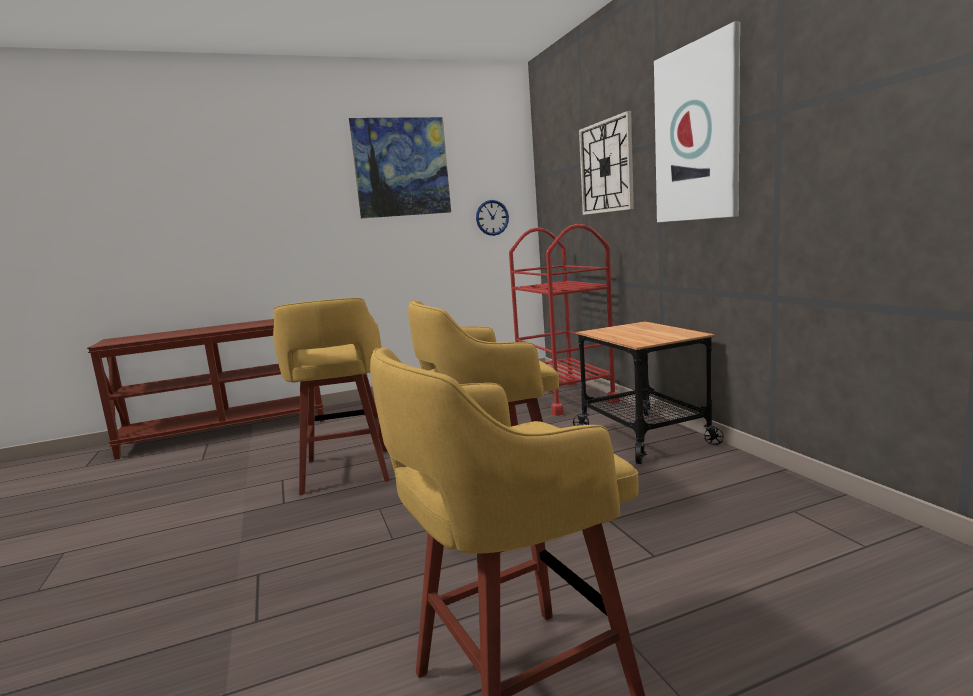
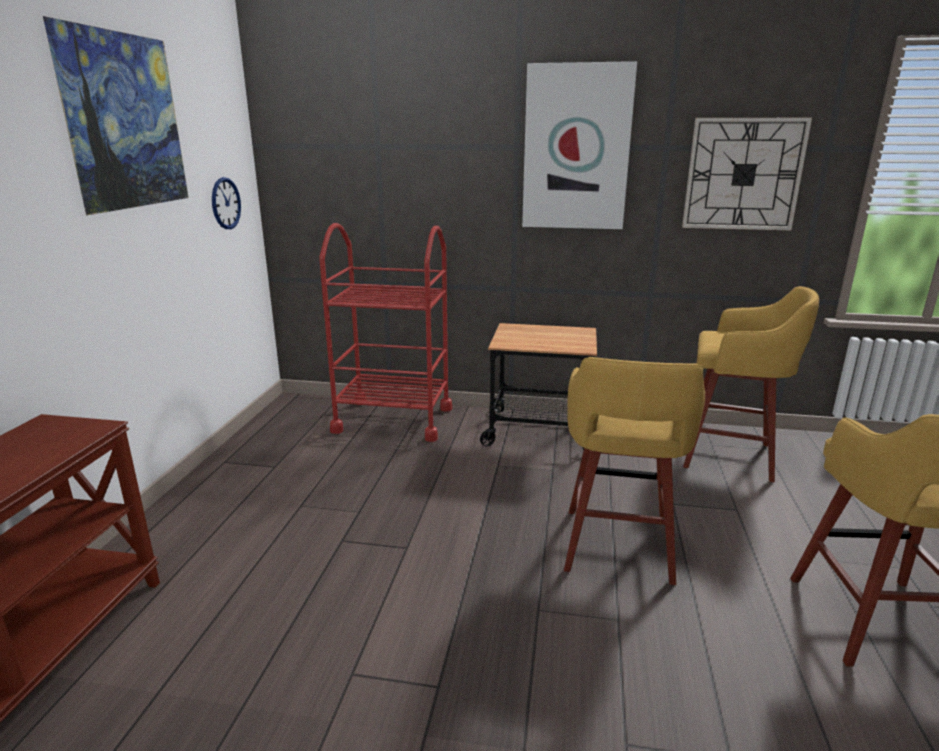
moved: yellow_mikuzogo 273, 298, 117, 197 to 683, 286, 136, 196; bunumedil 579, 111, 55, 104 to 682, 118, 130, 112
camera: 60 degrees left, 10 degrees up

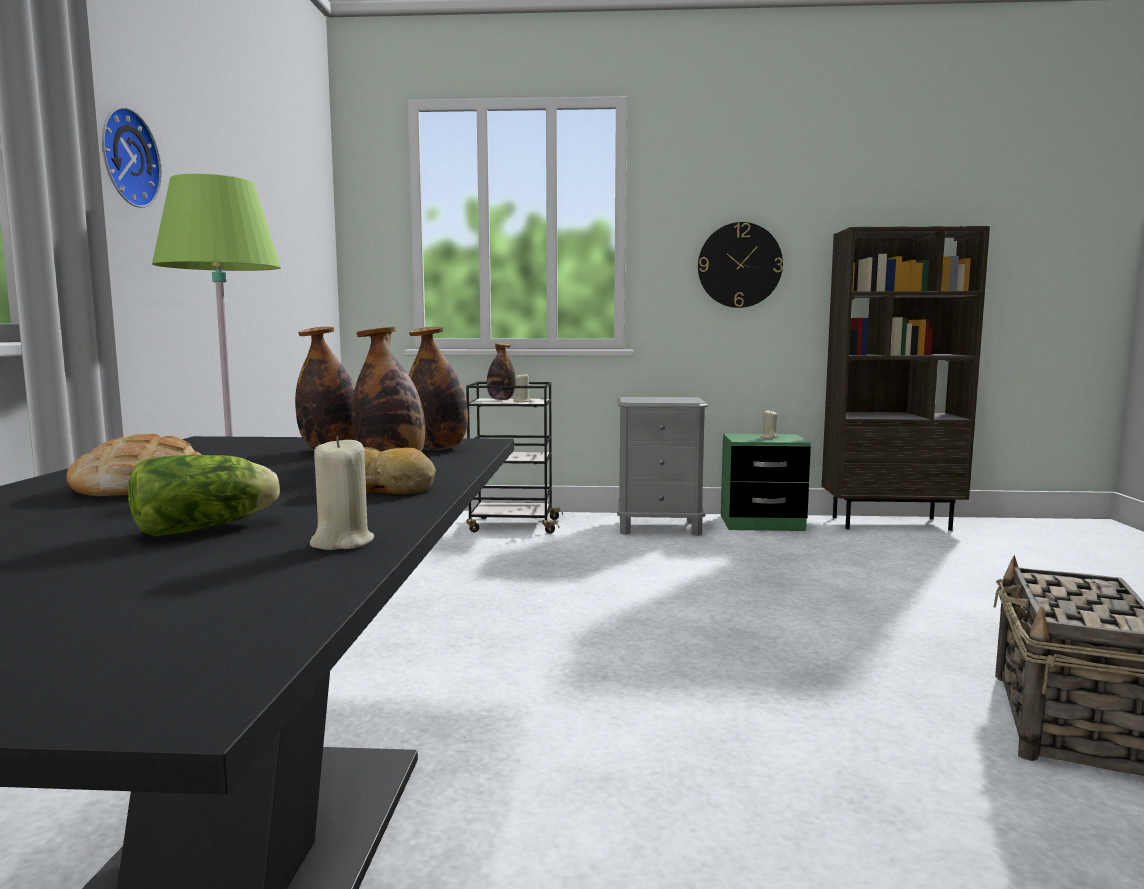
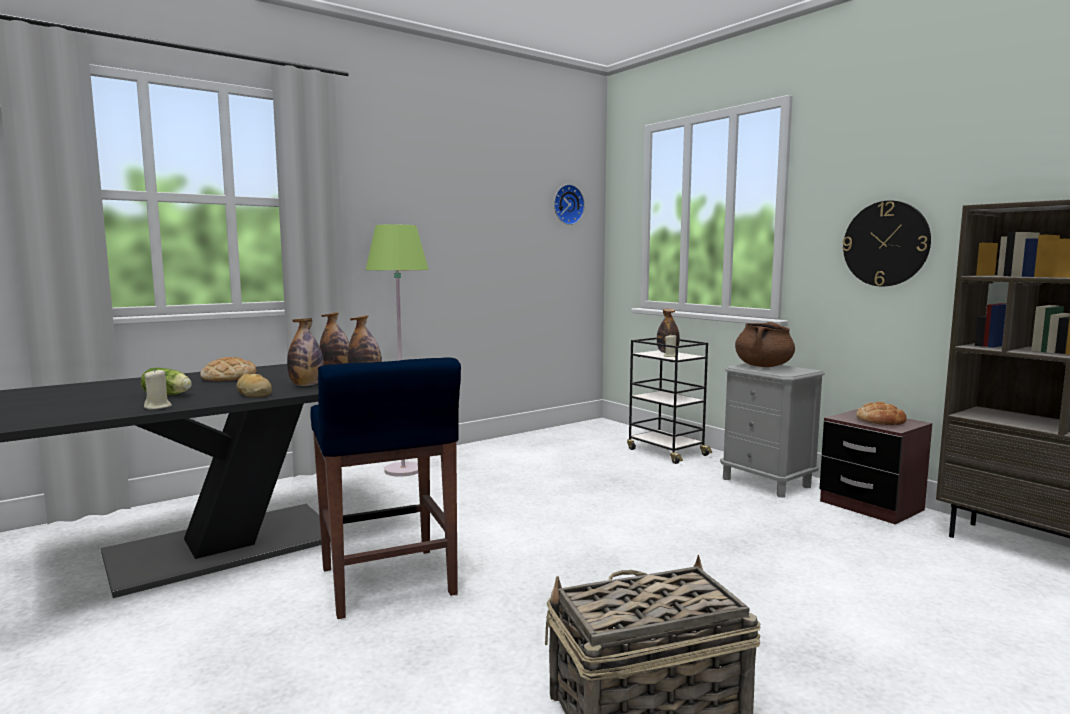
added: blue_mikuzogo 310, 357, 151, 262; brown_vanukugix 735, 322, 60, 45
moved: bunumedil 102, 106, 60, 102 to 554, 184, 31, 41
replaced: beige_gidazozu 760, 410, 19, 28 to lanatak 856, 402, 51, 23
recoloured: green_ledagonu 721, 433, 90, 98 to brown_ledagonu 820, 409, 112, 115
camera: 50 degrees right, 0 degrees up

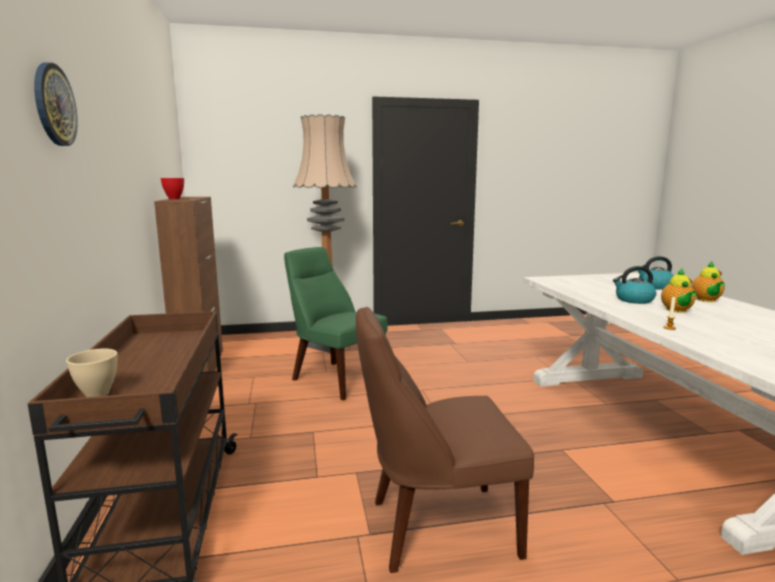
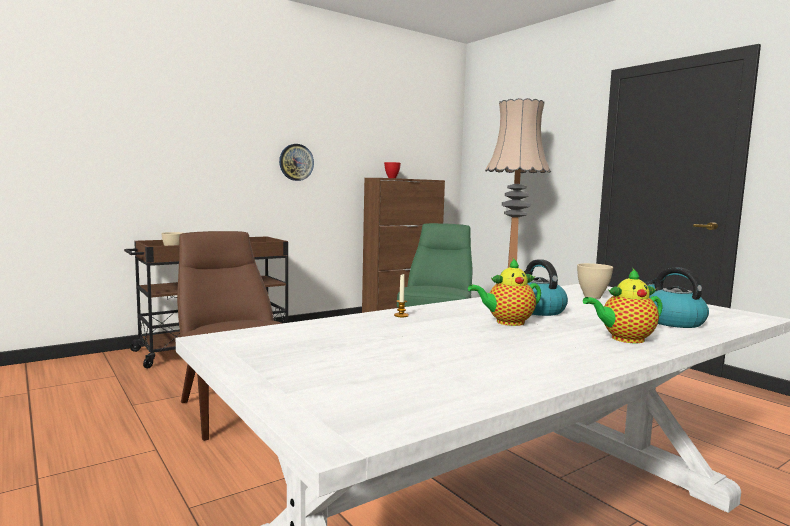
added: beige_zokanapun 577, 263, 36, 36
moved: bunumedil 34, 63, 44, 83 to 279, 144, 35, 37
camera: 65 degrees right, 5 degrees down

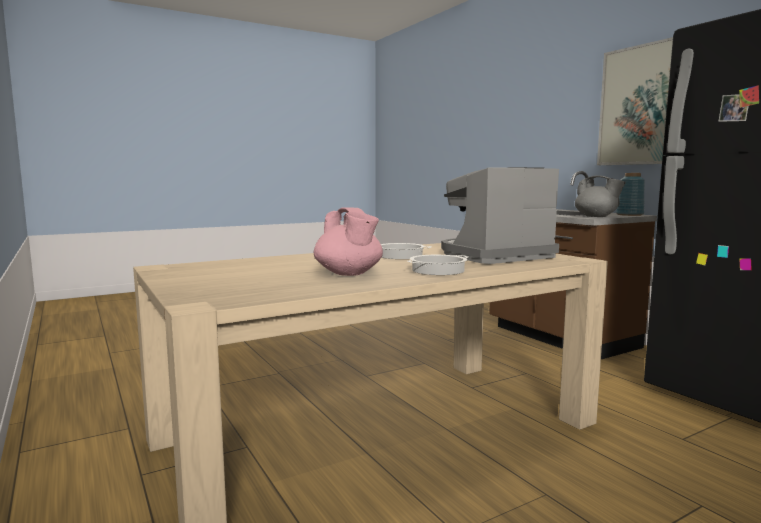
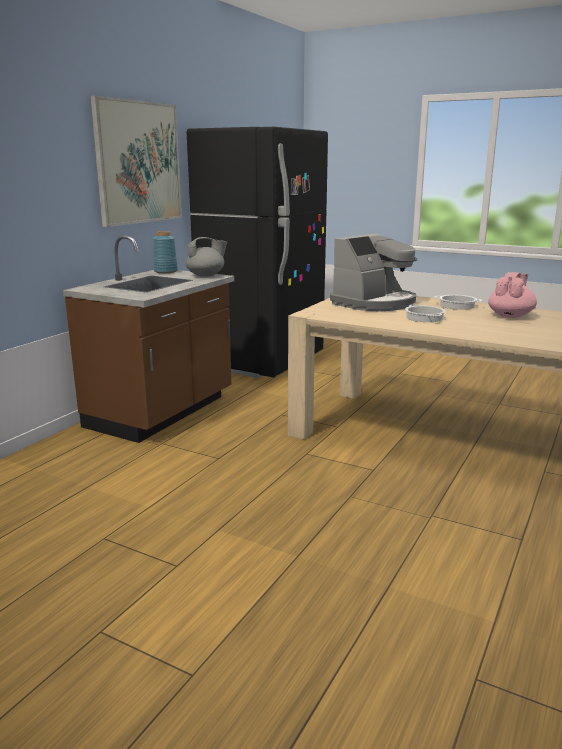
turned: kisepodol 441, 167, 118, 97 = 330, 233, 87, 78 75 degrees counterclockwise; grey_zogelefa 575, 176, 51, 41 = 185, 237, 42, 40 60 degrees clockwise
camera: 120 degrees left, 10 degrees up

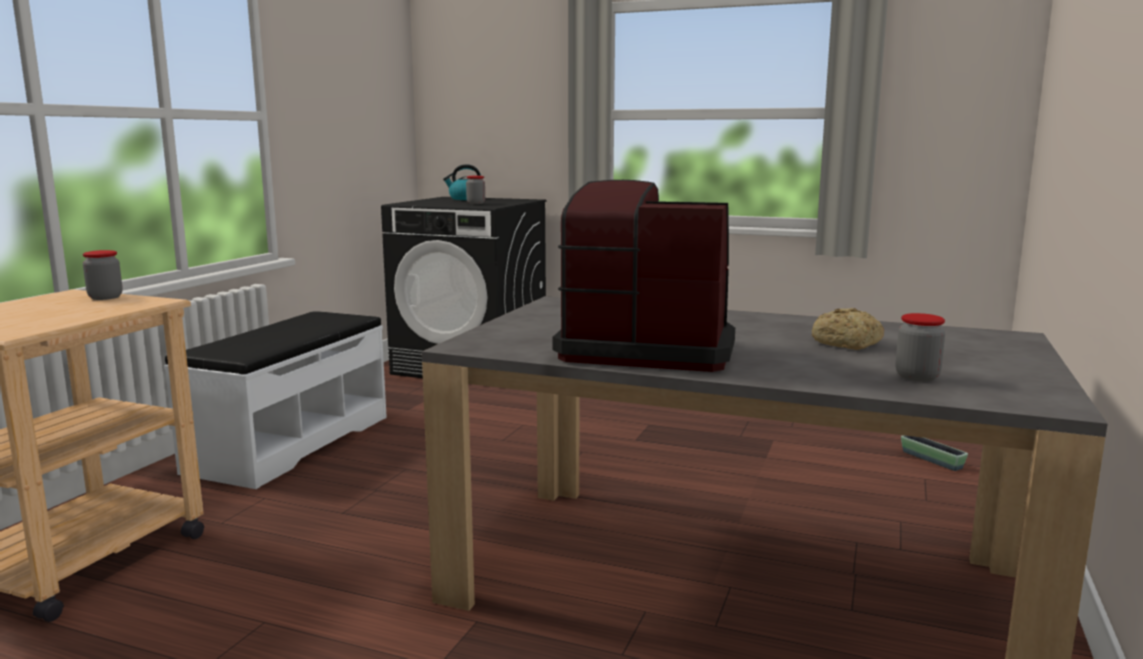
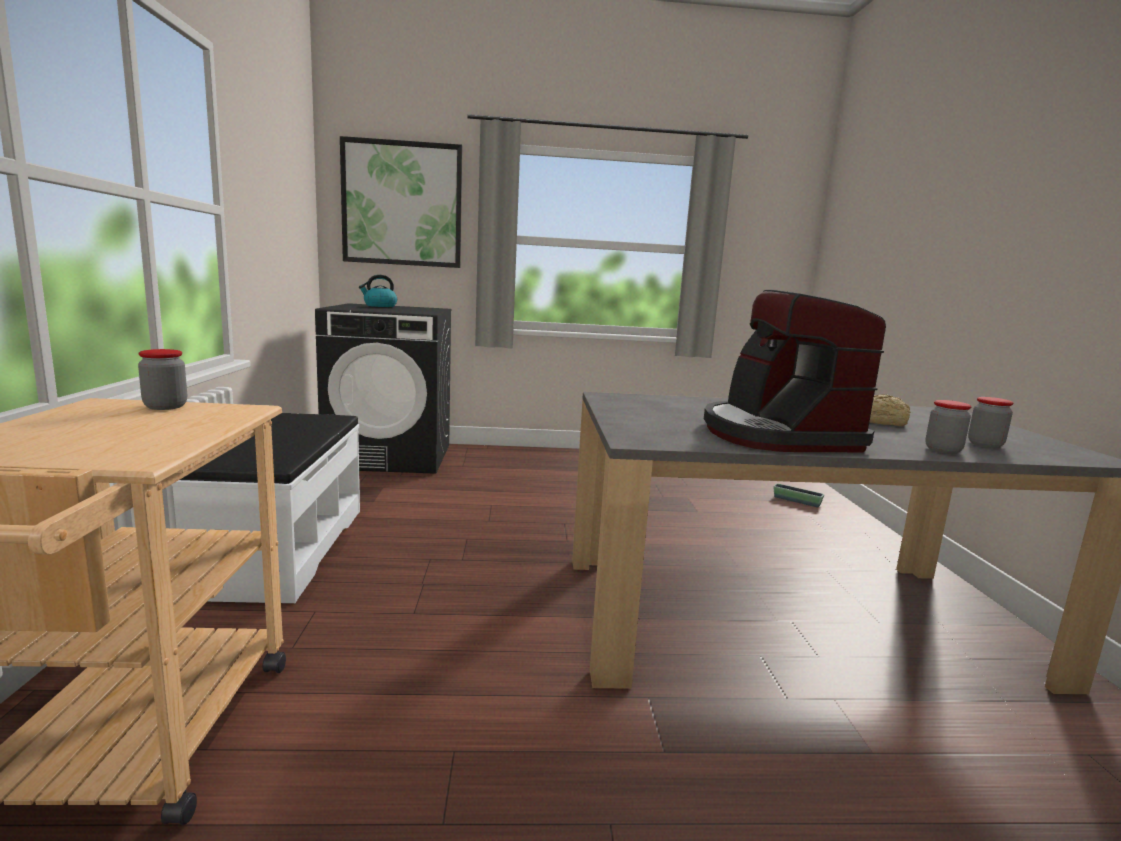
added: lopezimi 340, 136, 123, 132
moved: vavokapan 466, 176, 19, 28 to 925, 400, 47, 54
turned: kisepodol 553, 180, 182, 192 = 704, 290, 182, 162 90 degrees counterclockwise
camera: 25 degrees left, 0 degrees up

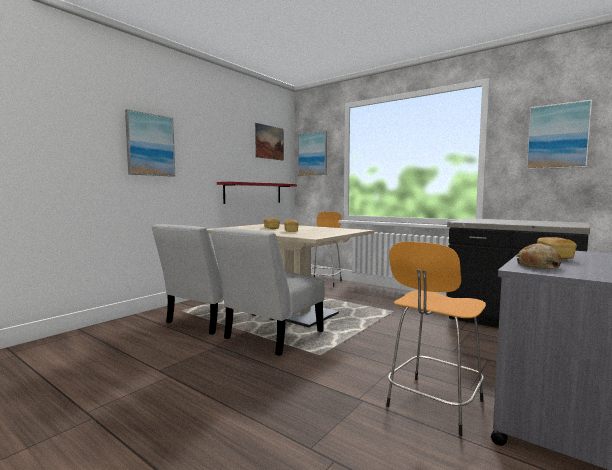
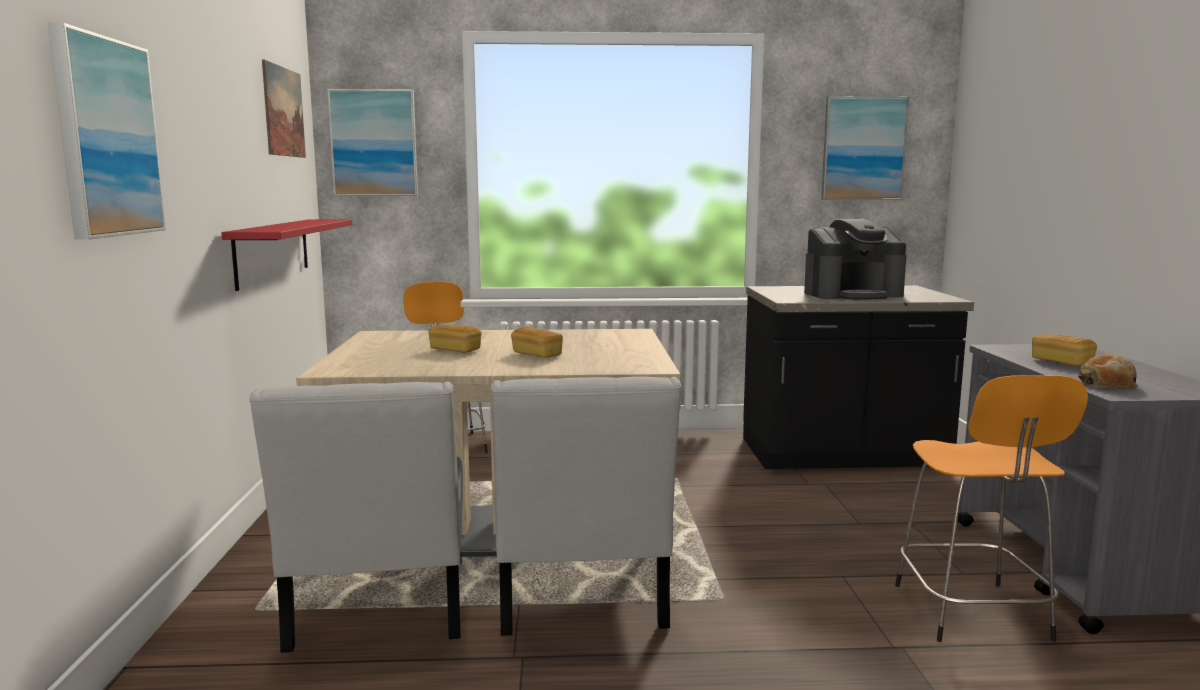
added: kisepodol 804, 219, 102, 81
camera: 40 degrees left, 5 degrees up

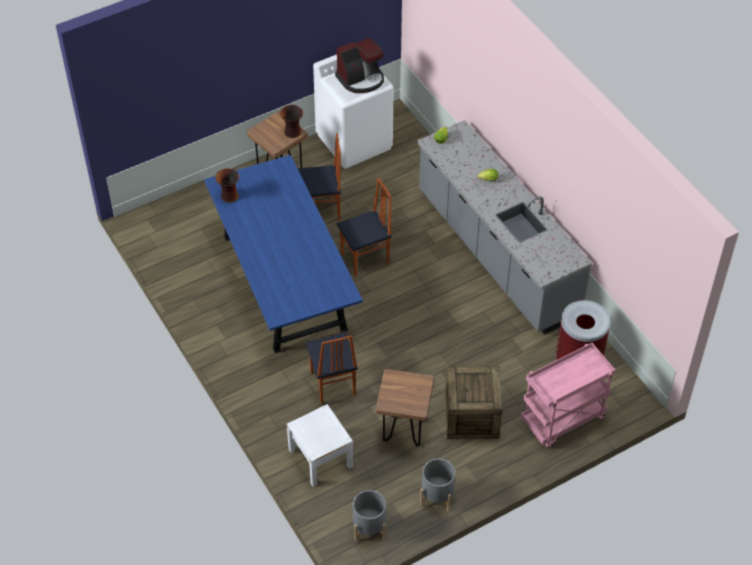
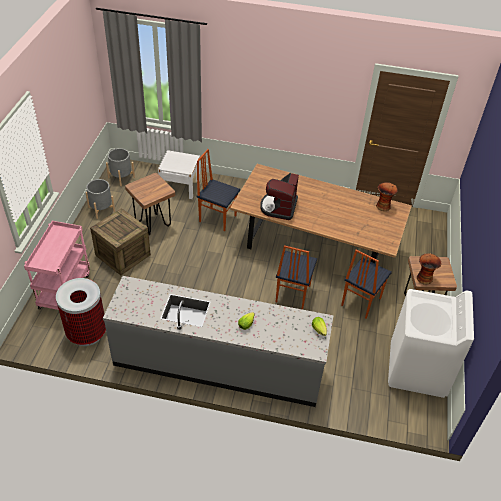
moved: kisepodol 335, 38, 49, 55 to 260, 173, 39, 47
recoloured: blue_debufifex 204, 155, 159, 198 to brown_debufifex 230, 164, 182, 100
camera: 130 degrees right, 5 degrees down

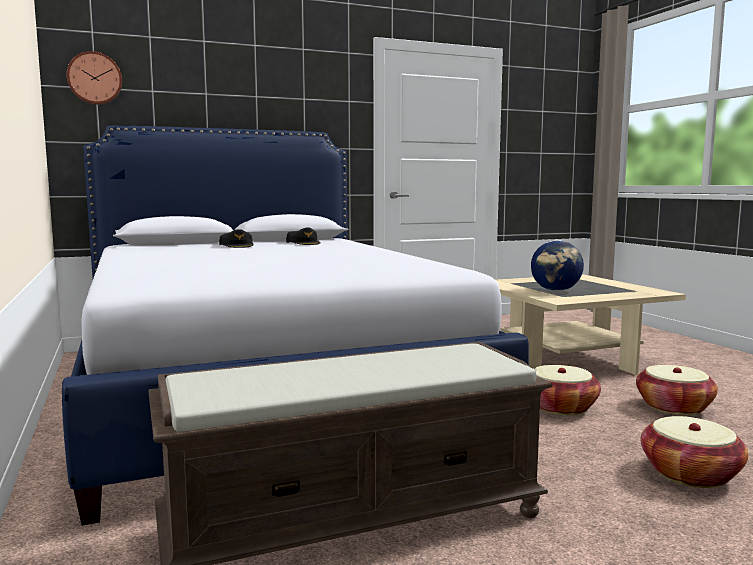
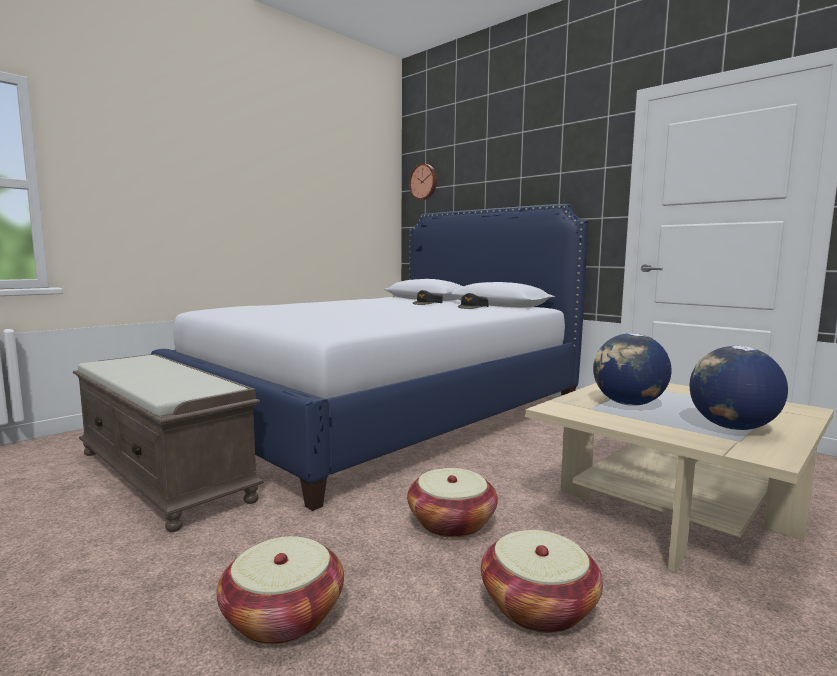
added: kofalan 690, 346, 98, 84
camera: 65 degrees right, 0 degrees up

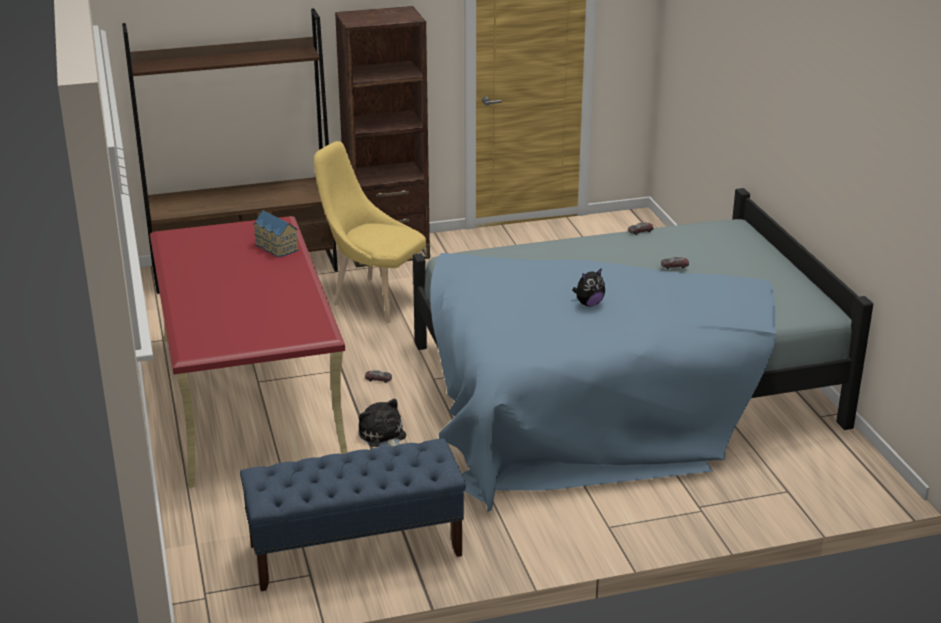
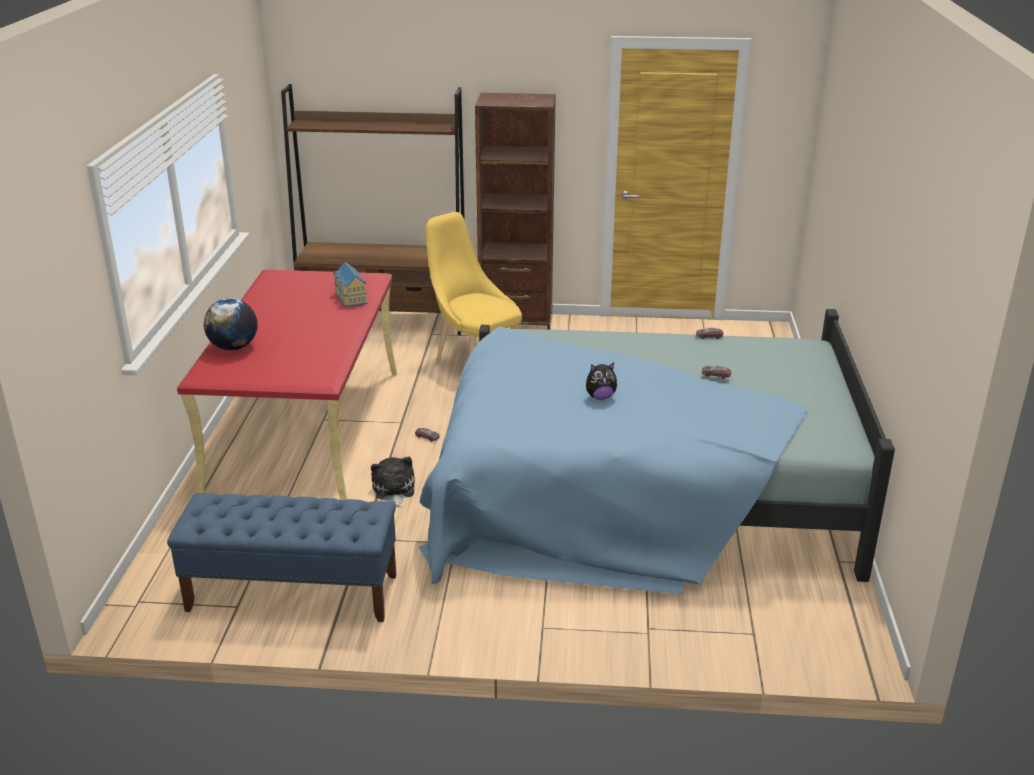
added: kofalan 204, 298, 54, 52
camera: 20 degrees right, 0 degrees up

